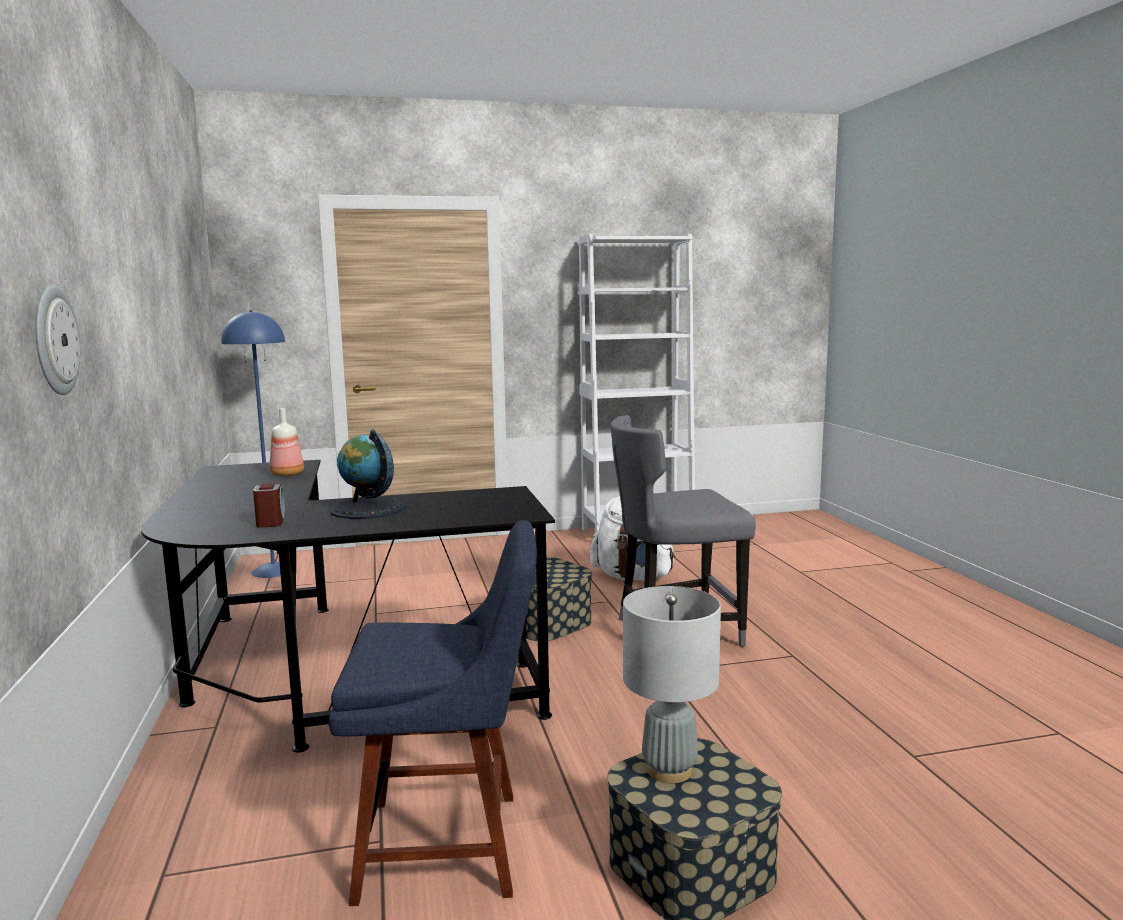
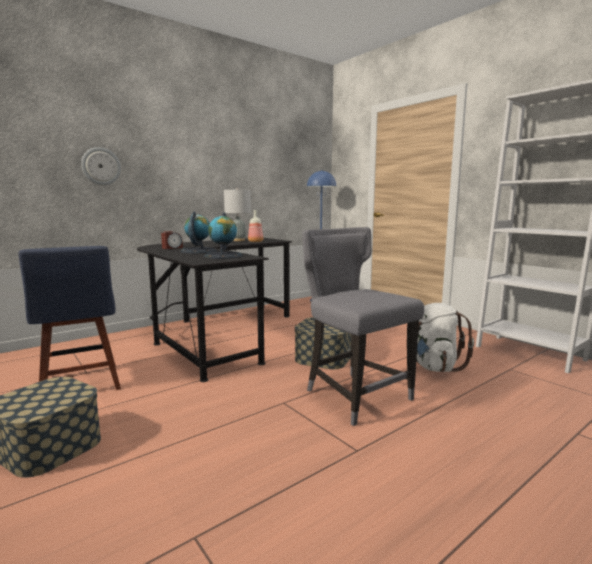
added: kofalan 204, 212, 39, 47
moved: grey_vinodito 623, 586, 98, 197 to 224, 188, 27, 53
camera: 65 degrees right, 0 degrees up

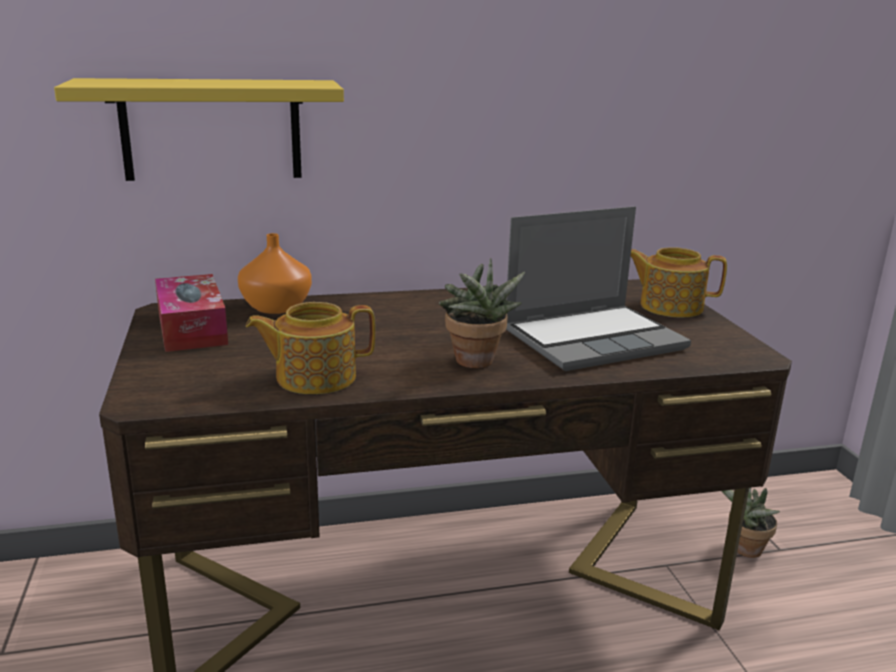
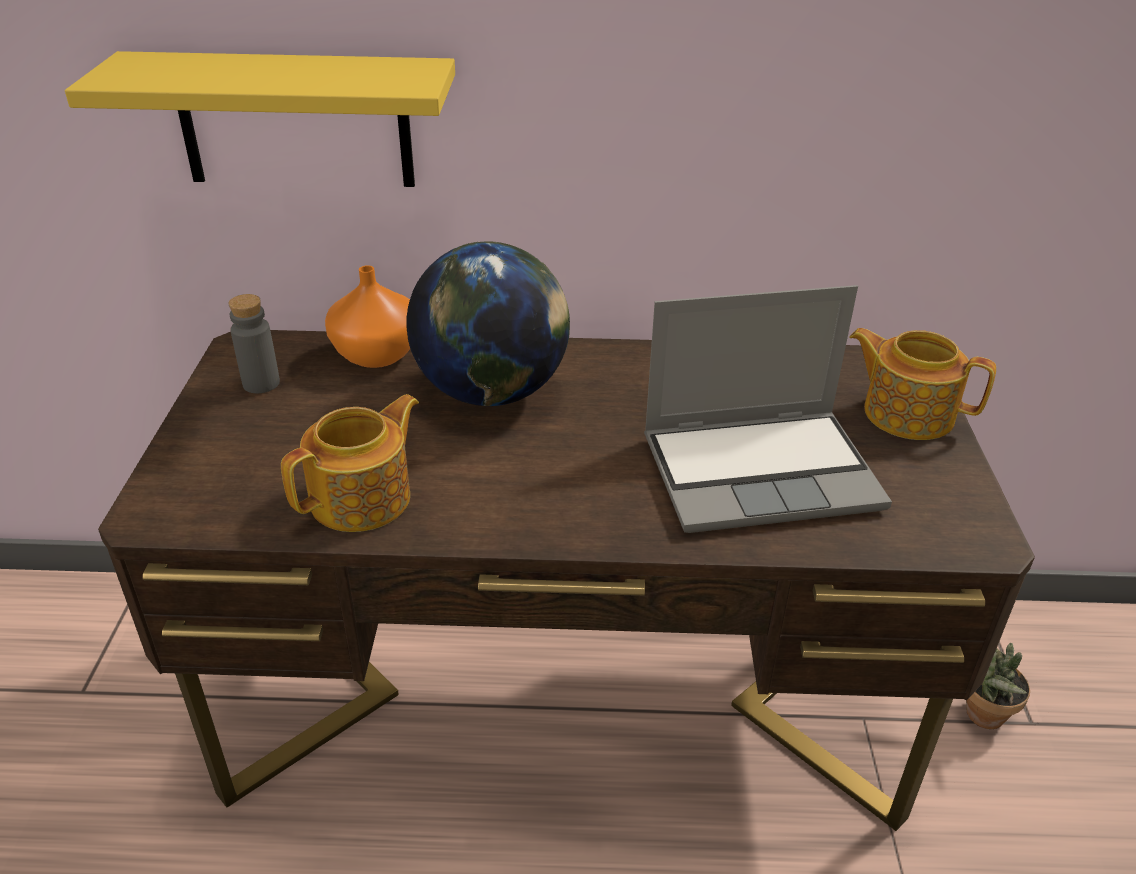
removed: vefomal 439, 258, 86, 110
added: kofalan 407, 241, 163, 165
replaced: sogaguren 155, 274, 73, 78 to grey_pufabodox 228, 294, 52, 99
turned: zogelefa 246, 302, 129, 92 = 281, 394, 138, 138 135 degrees clockwise
camera: 15 degrees right, 15 degrees up

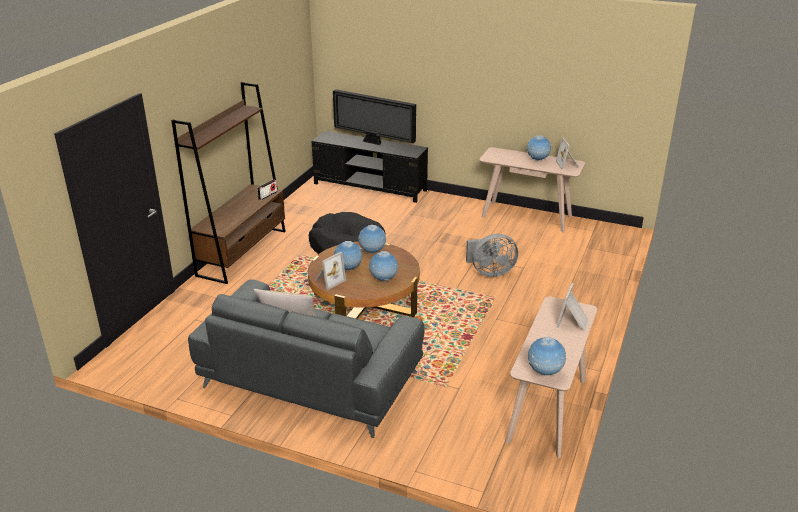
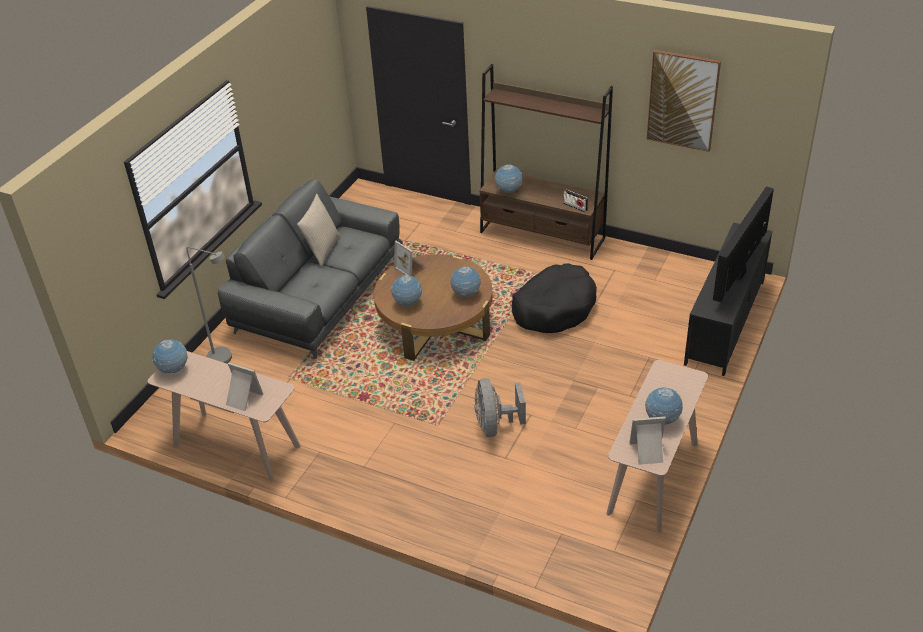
added: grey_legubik 186, 247, 46, 116; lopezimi 647, 50, 74, 102
moved: kofalan 334, 241, 28, 30 to 495, 164, 28, 29
camera: 95 degrees right, 10 degrees up

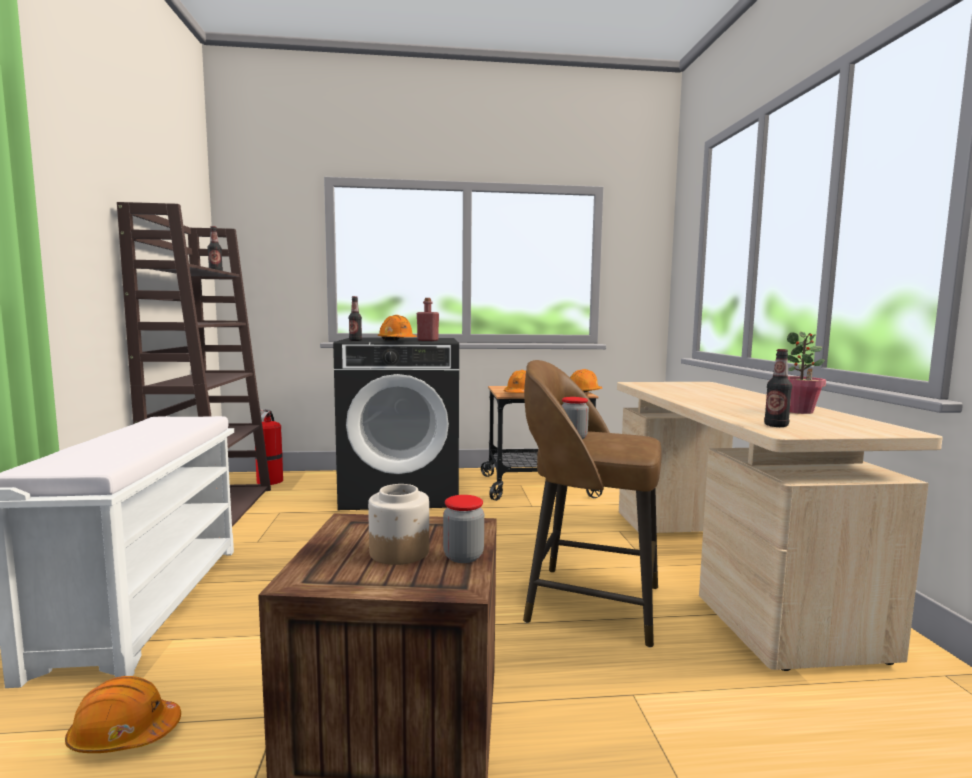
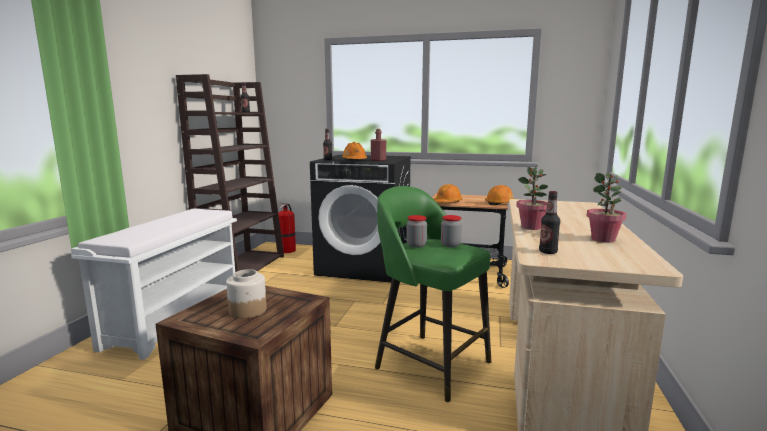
removed: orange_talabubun 65, 676, 116, 77
added: vefomal 516, 167, 32, 63
moved: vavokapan 443, 495, 41, 68 to 441, 215, 21, 32
recoloured: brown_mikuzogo 523, 360, 139, 287 to green_mikuzogo 375, 186, 116, 216
camera: 20 degrees right, 5 degrees up

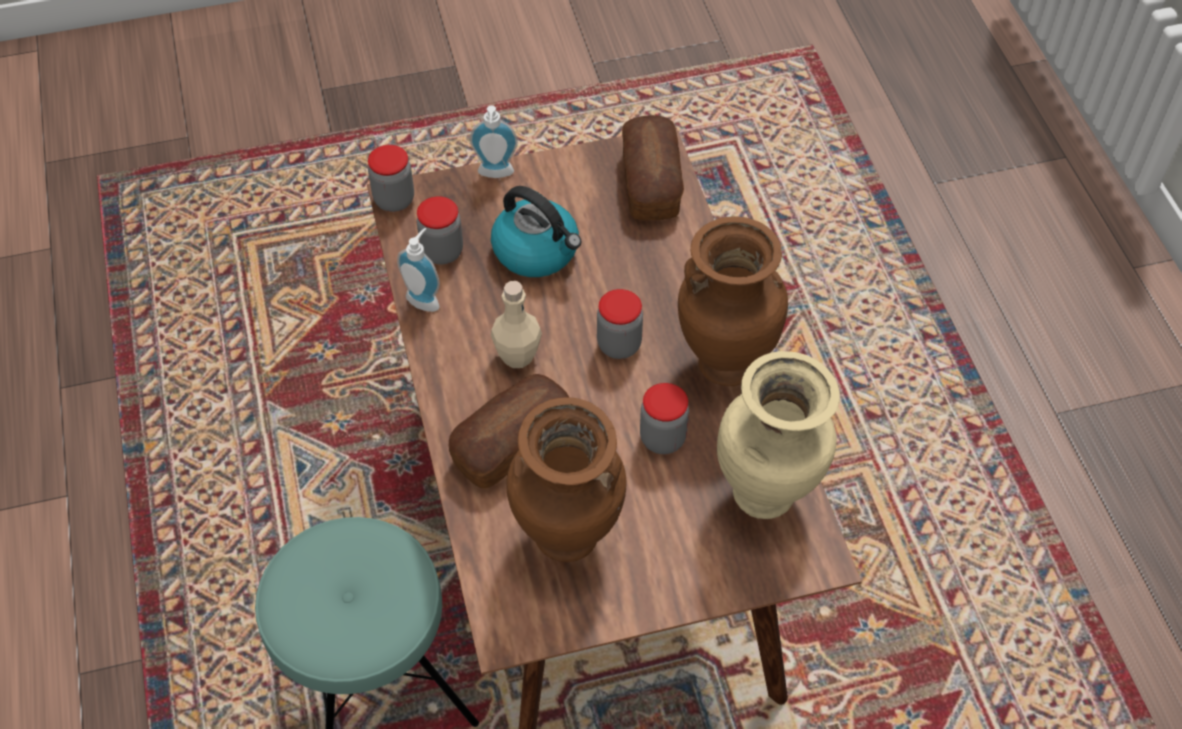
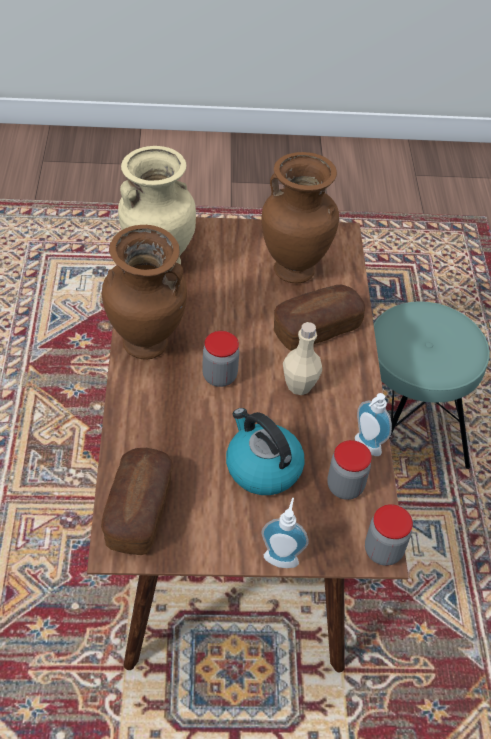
removed: vavokapan 640, 383, 49, 71
camera: 170 degrees left, 5 degrees down

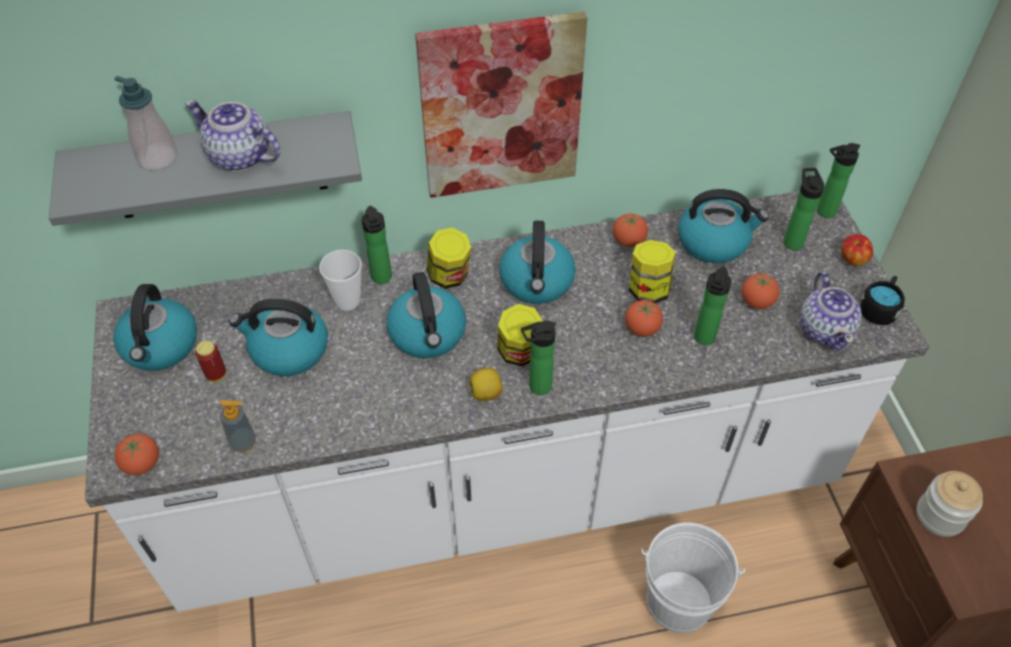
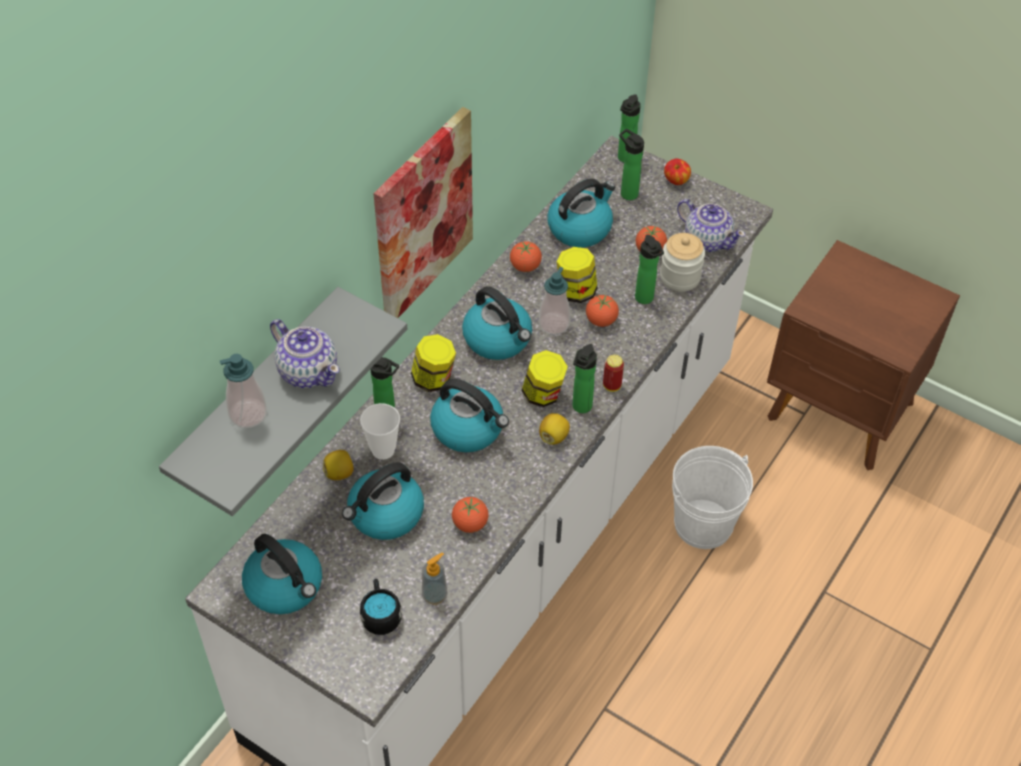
added: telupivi 323, 450, 31, 30; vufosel 539, 267, 31, 68
moved: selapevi 115, 434, 44, 41 to 452, 497, 37, 36; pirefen 195, 340, 31, 42 to 603, 355, 21, 37; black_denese 860, 276, 45, 49 to 360, 579, 42, 56; vavokapan 916, 471, 67, 66 to 660, 233, 45, 59
turned: zogelefa 185, 100, 95, 71 = 270, 319, 69, 69 120 degrees counterclockwise
camera: 45 degrees left, 0 degrees up

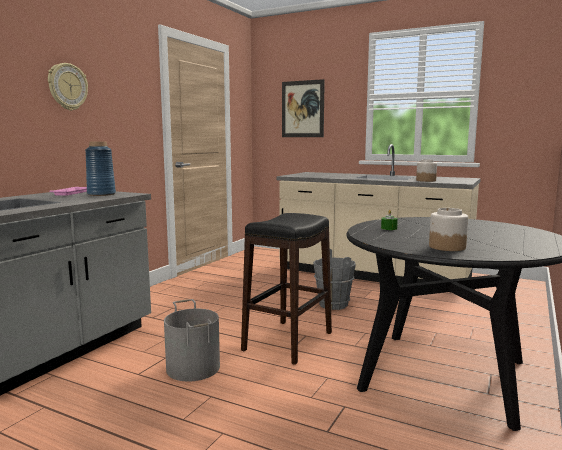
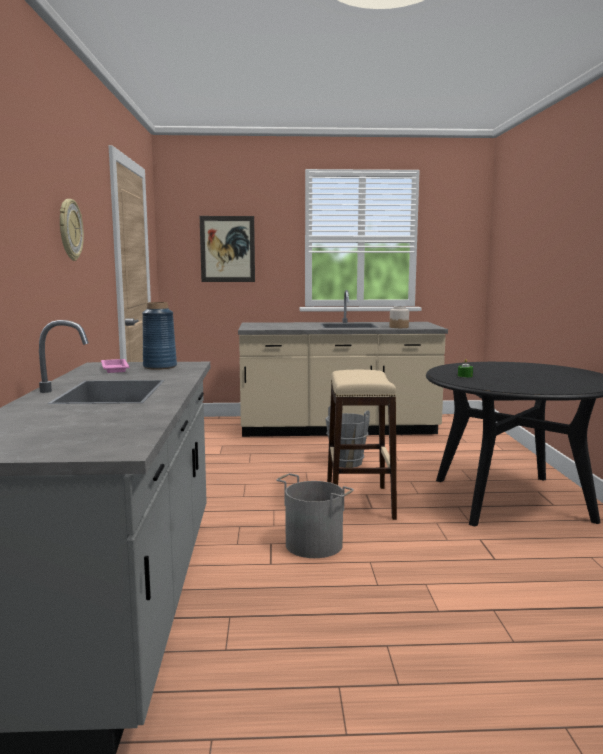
removed: vavokapan 429, 208, 39, 43
recoloured: black_mikuzogo 241, 213, 91, 152 to beige_mikuzogo 327, 370, 70, 150
camera: 30 degrees left, 0 degrees up

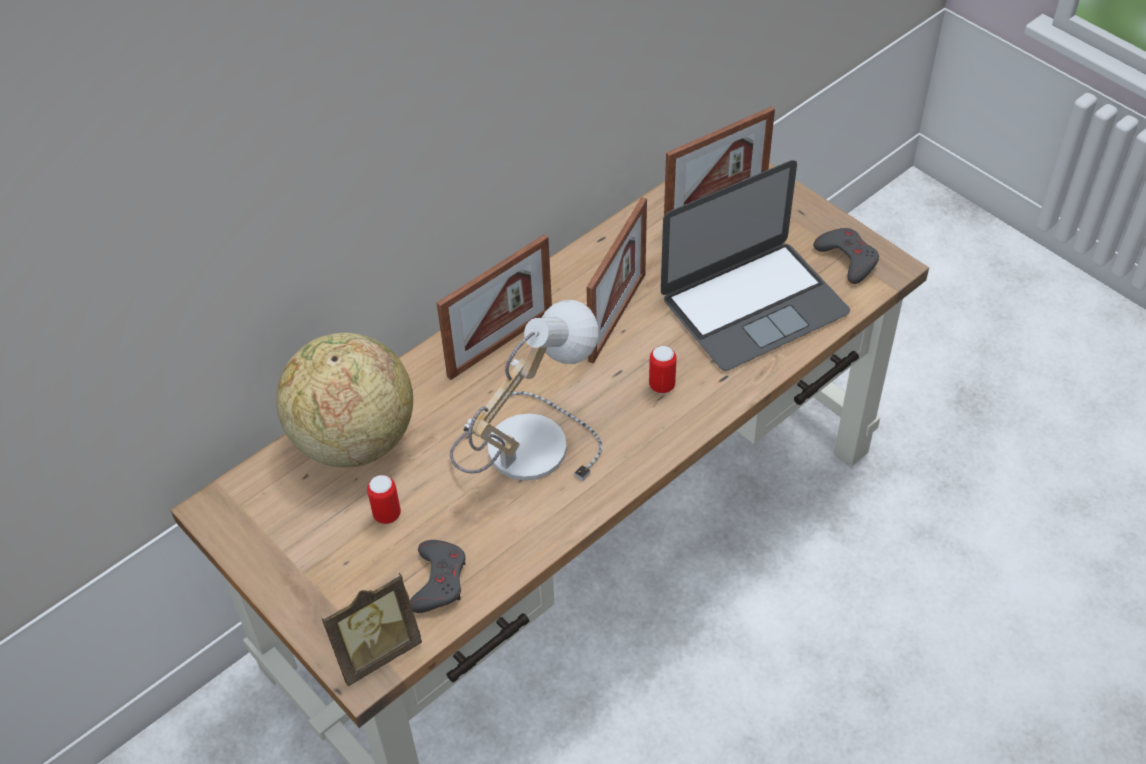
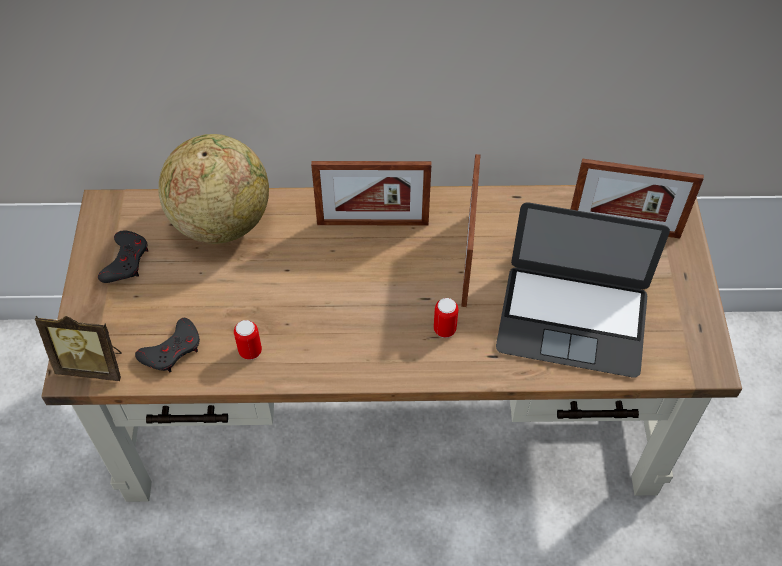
removed: vinodito 450, 300, 152, 181
moved: pirefen 367, 475, 34, 49 to 234, 320, 28, 40; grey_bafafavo 813, 228, 66, 56 to 98, 230, 50, 53
turned: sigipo 587, 197, 60, 167 = 461, 154, 20, 153 60 degrees counterclockwise
camera: 40 degrees right, 5 degrees up

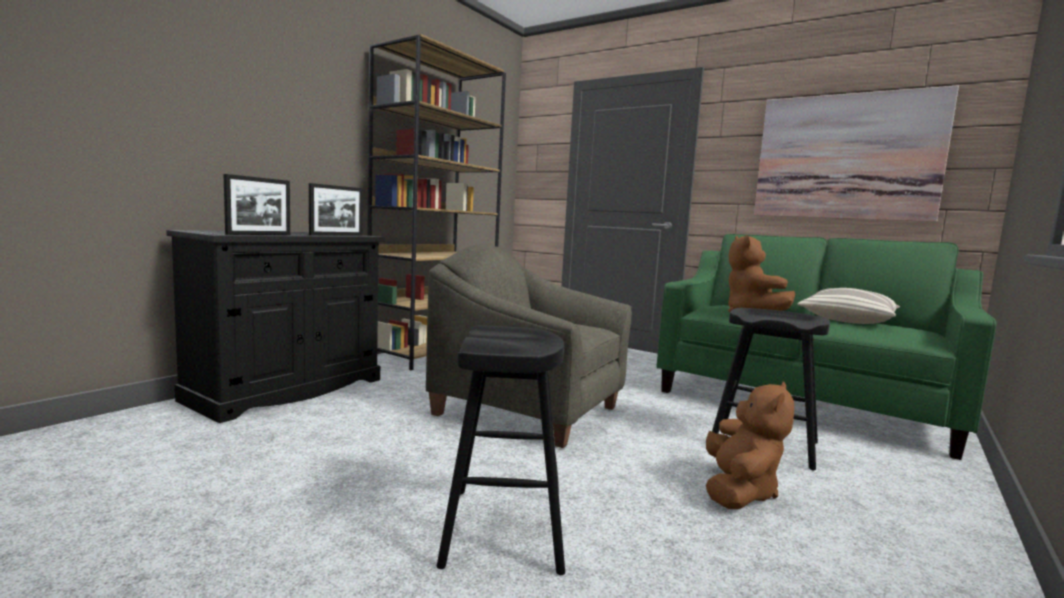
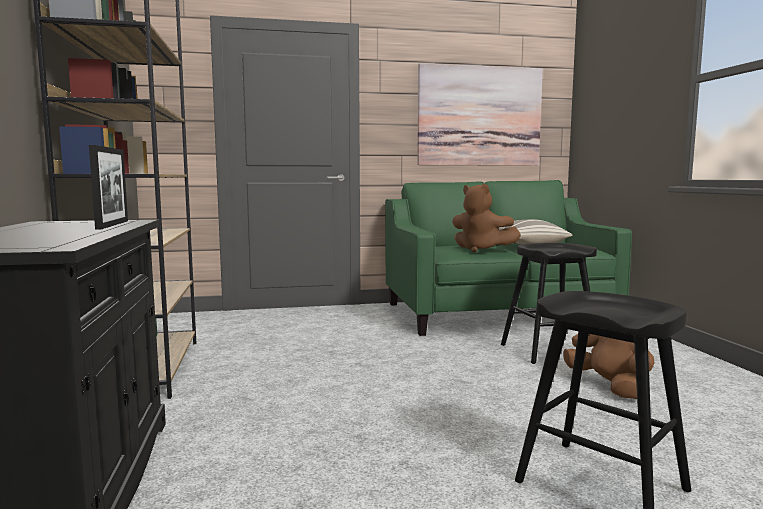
removed: sigipo 223, 174, 67, 61; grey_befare 426, 244, 206, 204
camera: 45 degrees left, 0 degrees up

